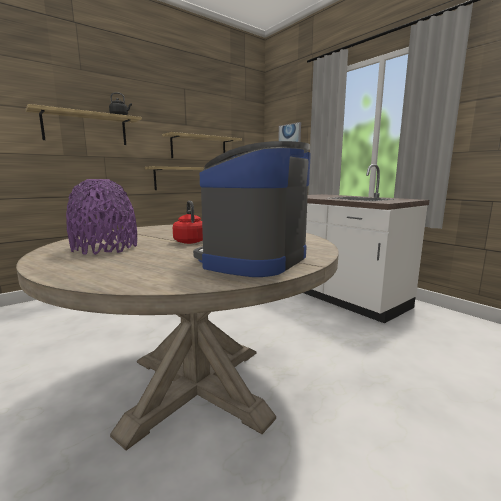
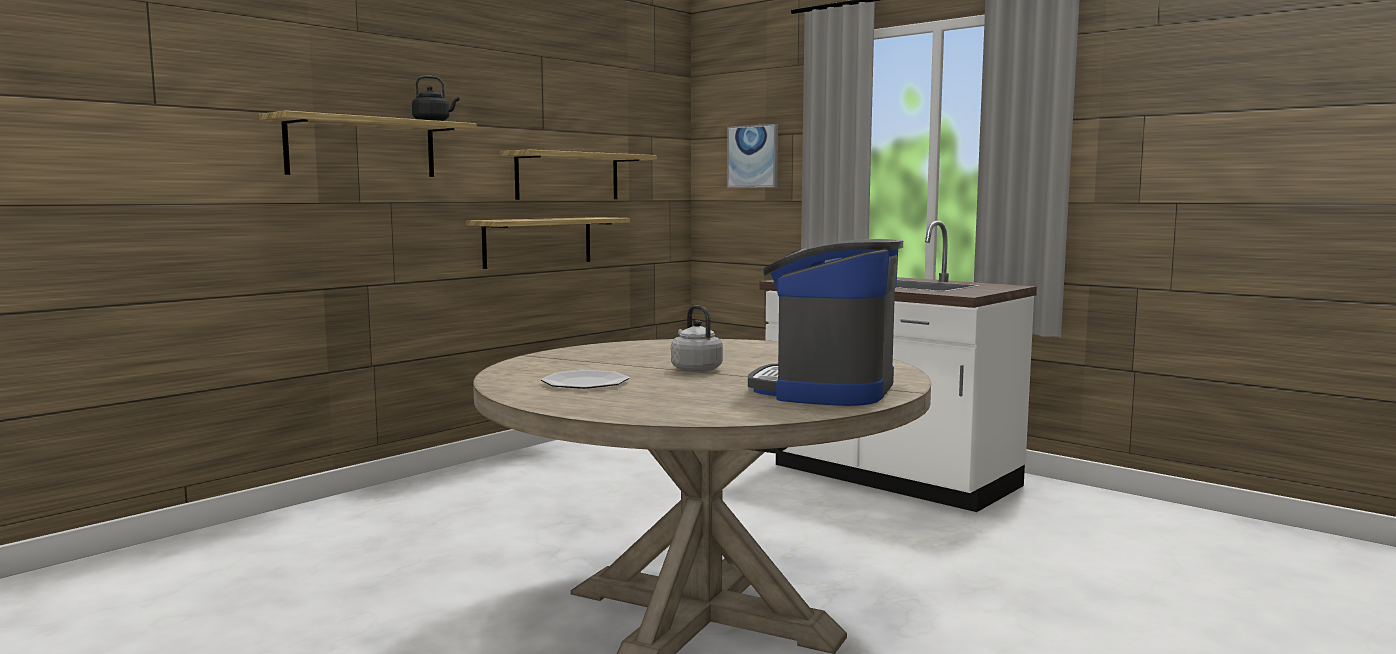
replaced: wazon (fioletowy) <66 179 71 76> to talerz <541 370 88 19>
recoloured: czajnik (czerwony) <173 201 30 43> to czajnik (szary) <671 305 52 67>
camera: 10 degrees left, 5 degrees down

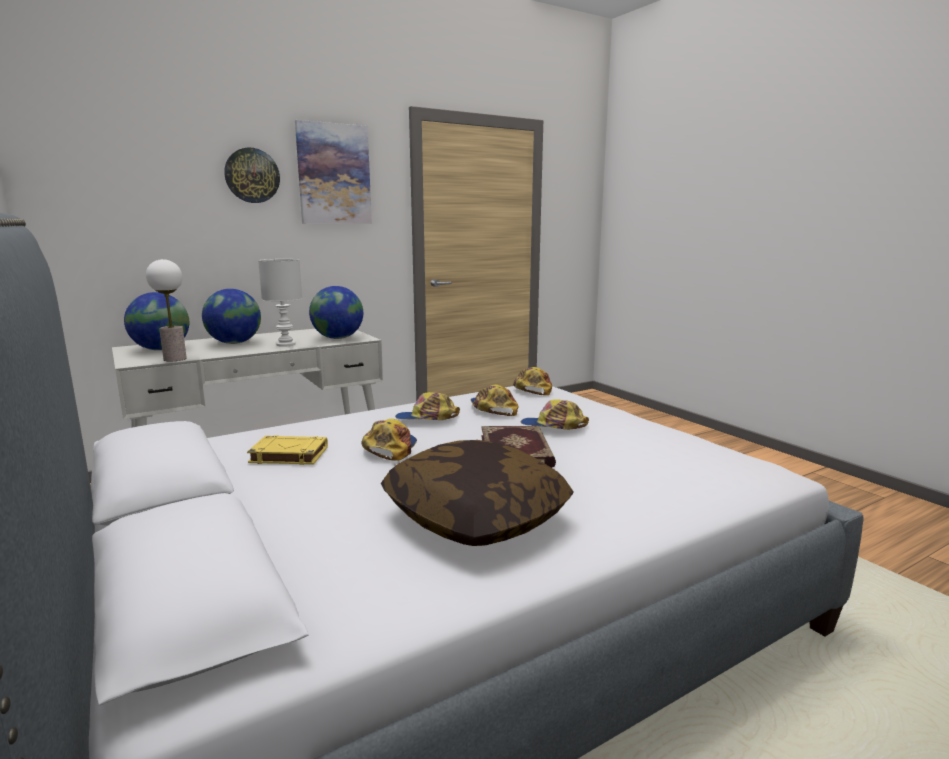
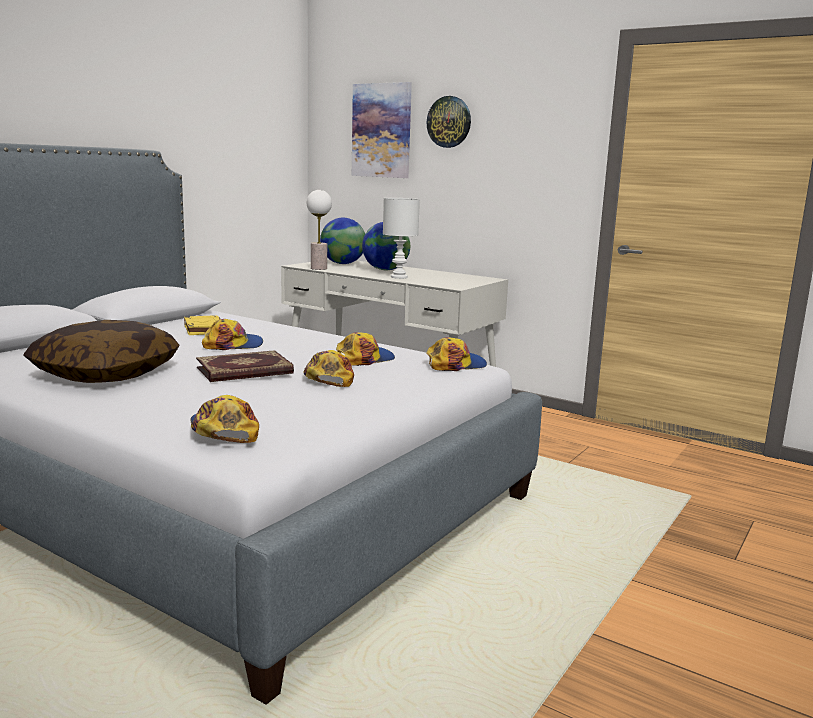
removed: globus <309 286 54 53>
moved: obraz <295 120 77 103> to <352 82 60 96>; czapka z daszkiem <395 392 65 28> to <190 395 69 48>
camera: 65 degrees right, 0 degrees up

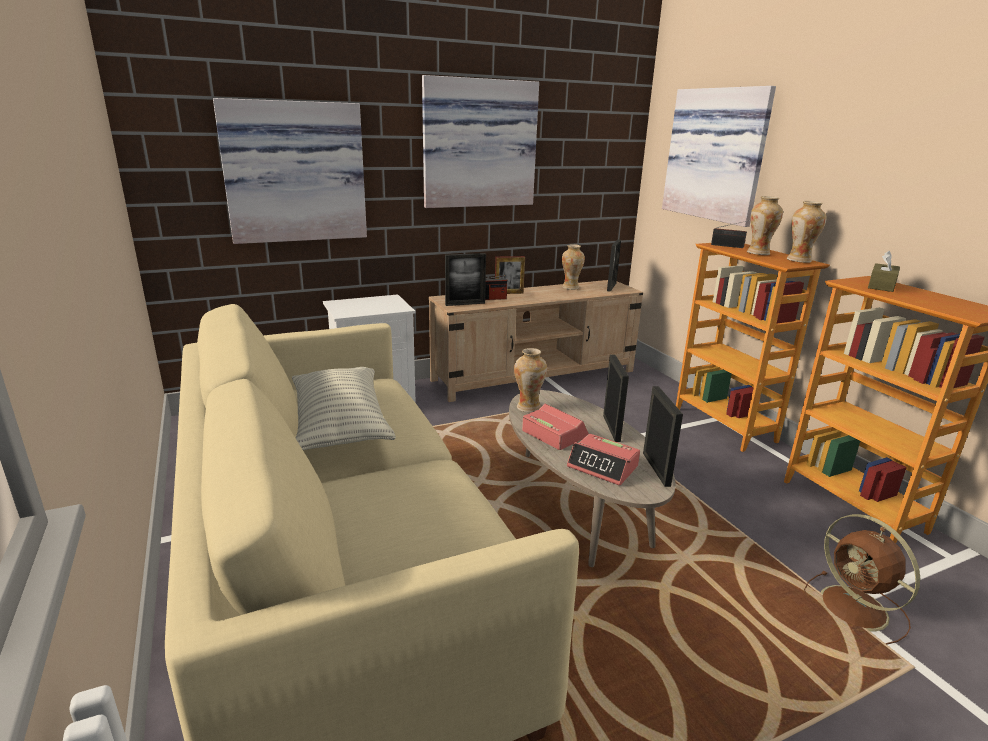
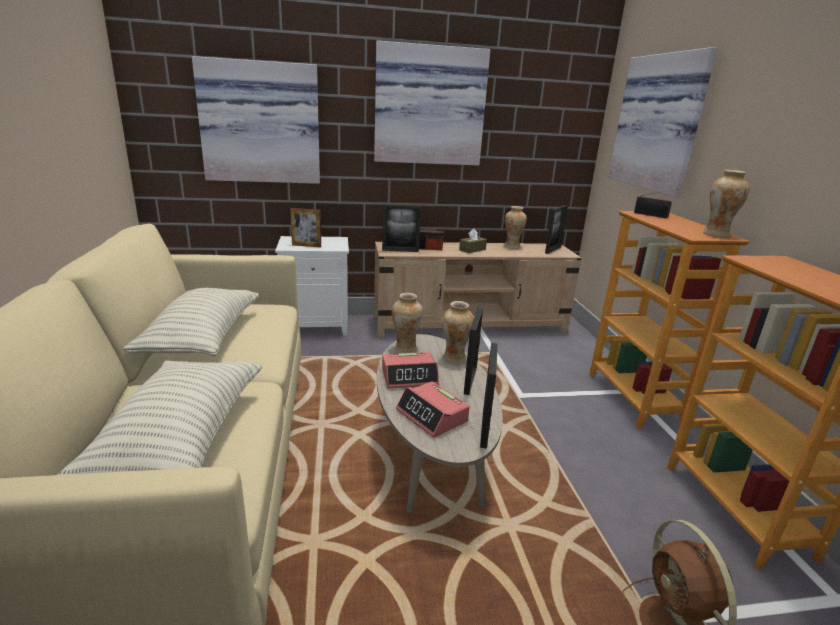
added: poduszka <57 361 205 114>
moved: ramka na zdjęcie <495 256 30 38> to <290 208 31 39>; wazon <747 196 36 59> to <442 301 32 63>; pudełko chusteczek (brązowy) <868 251 32 41> to <459 229 28 24>
turned: budzik <522 404 67 46> = <382 352 57 36> 105 degrees clockwise
camera: 15 degrees right, 0 degrees up

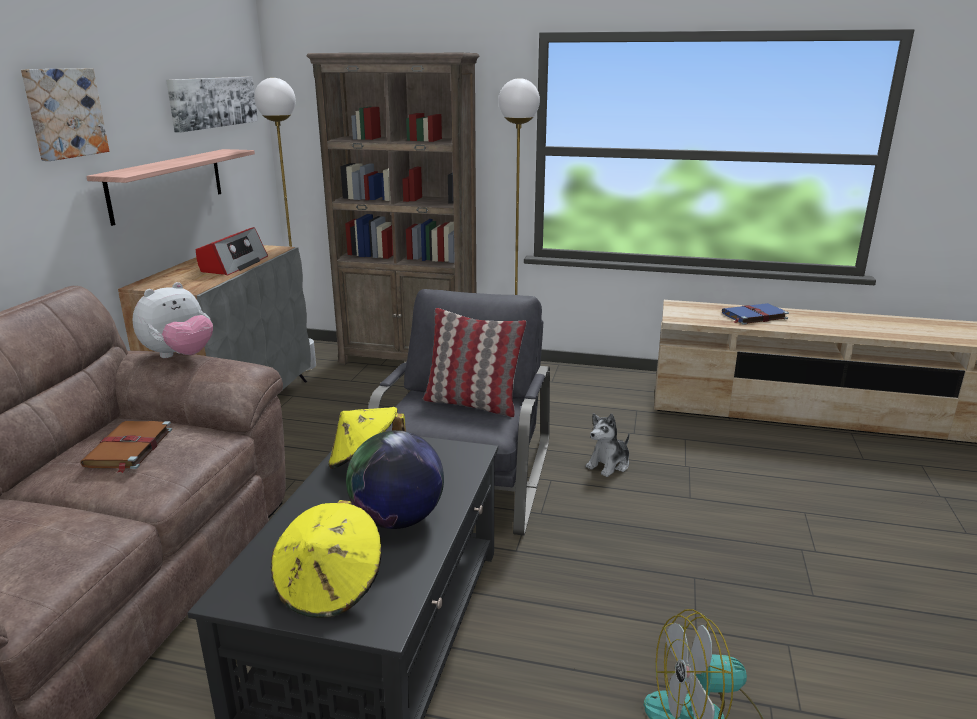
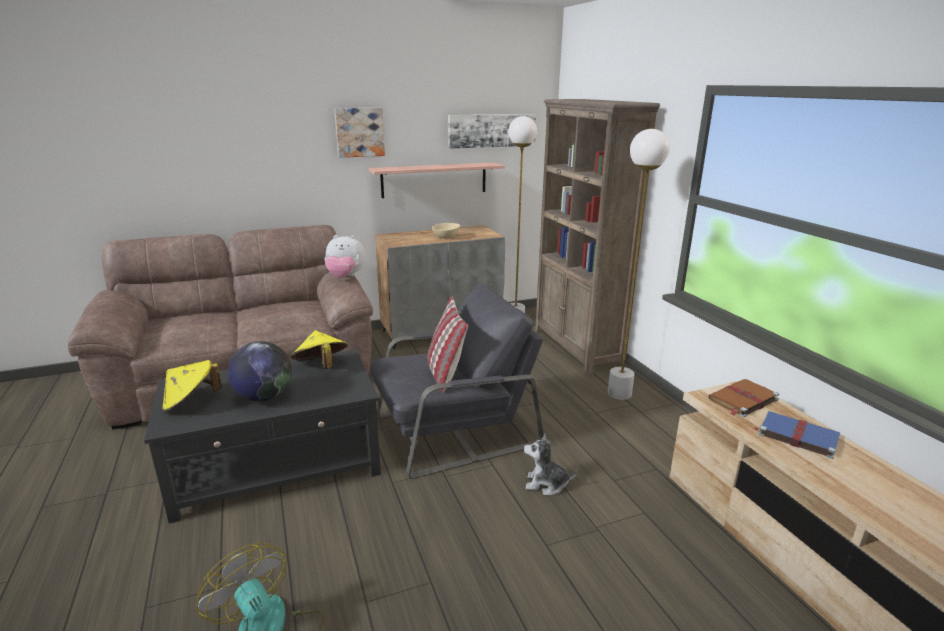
moved: książka (brązowy) <80 421 92 52> to <708 379 71 38>
replaced: radio <196 227 72 48> to miska (beżowy) <432 223 29 16>
camera: 55 degrees right, 0 degrees up

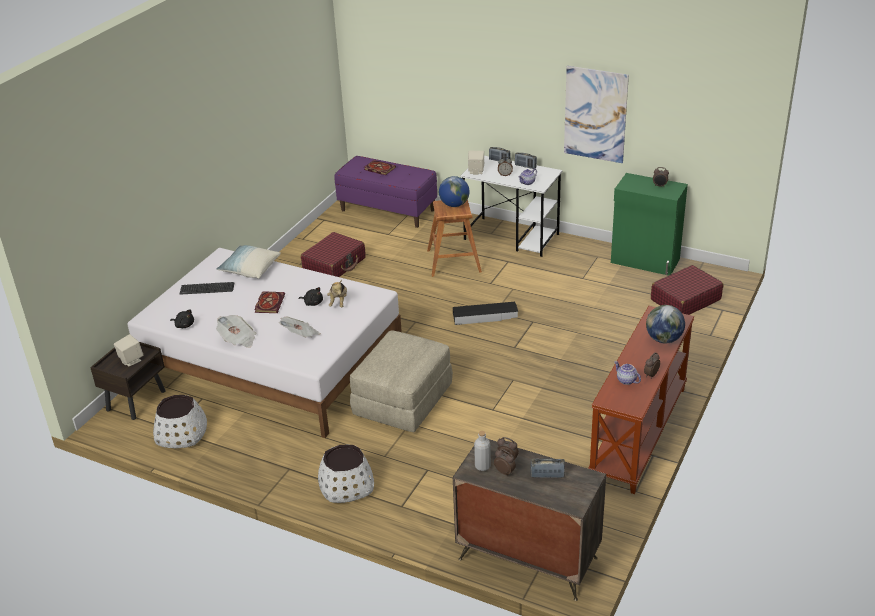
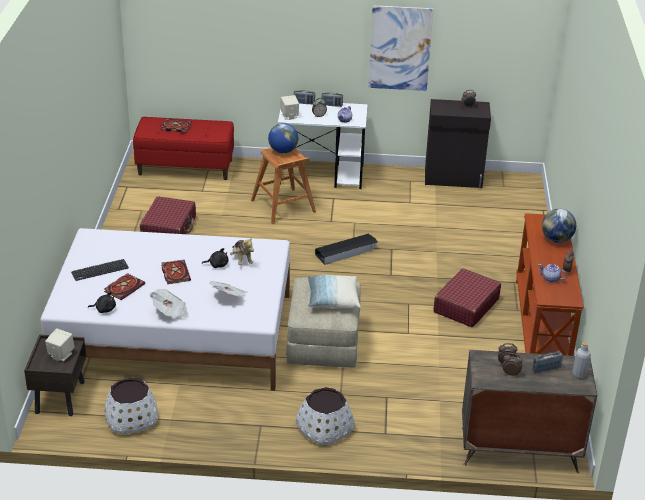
added: książka <104 273 41 27>
moved: poduszka <216 245 65 34> to <307 275 54 34>; butelka (szary) <474 431 17 40> to <572 342 19 36>; walizka (czerwony) <651 265 72 50> to <434 268 67 59>
recoloured: ławka (fioletowy) <335 156 102 72> to ławka (czerwony) <133 117 101 63>; szafka (zielony) <611 173 77 103> to szafka (czarny) <425 99 66 89>
camera: 25 degrees left, 0 degrees up

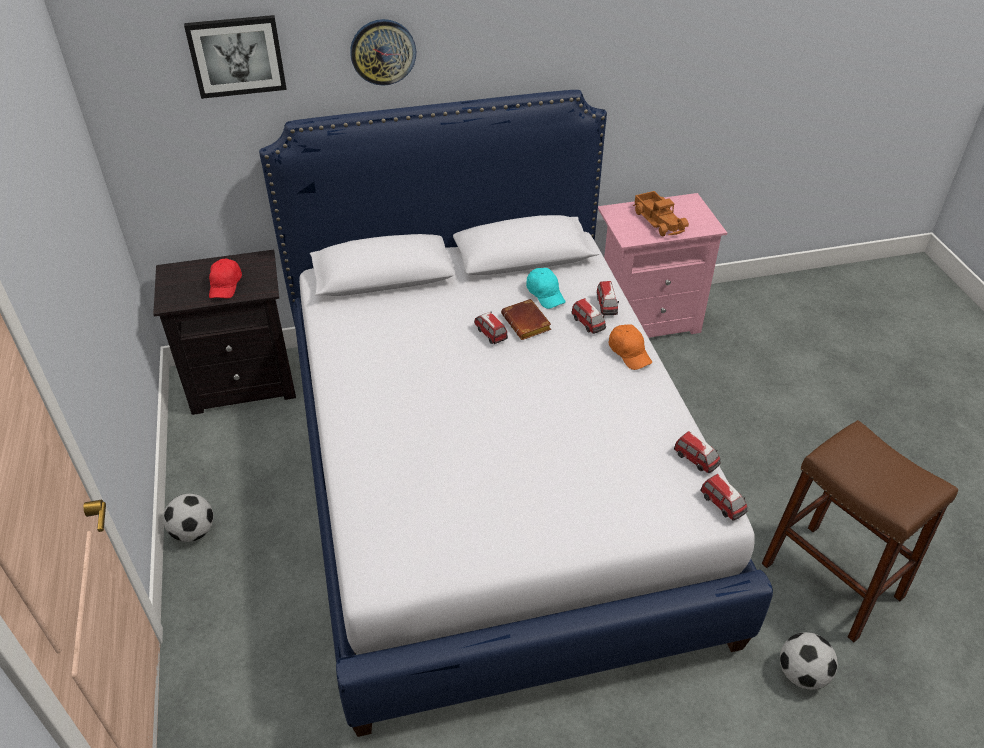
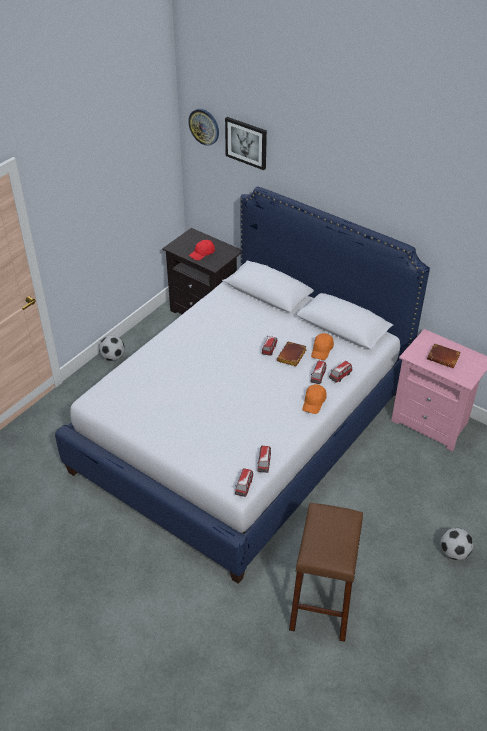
moved: zegar ścienny <350 19 66 67> to <188 109 31 37>; piłka futbolowa <780 632 58 58> to <441 528 32 32>
replaced: ciężarówka zabawkowa <633 191 56 45> to książka (brązowy) <427 343 34 25>
recoloured: czapka z daszkiem (turkusowy) <526 268 40 41> to czapka z daszkiem (pomarańczowy) <311 333 23 27>
camera: 50 degrees right, 0 degrees up

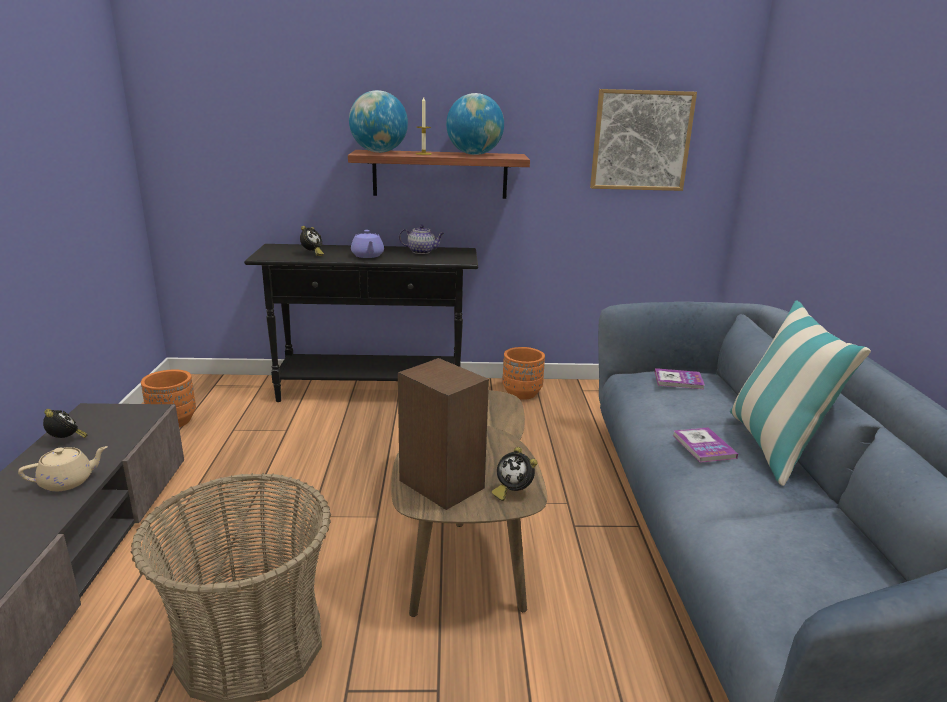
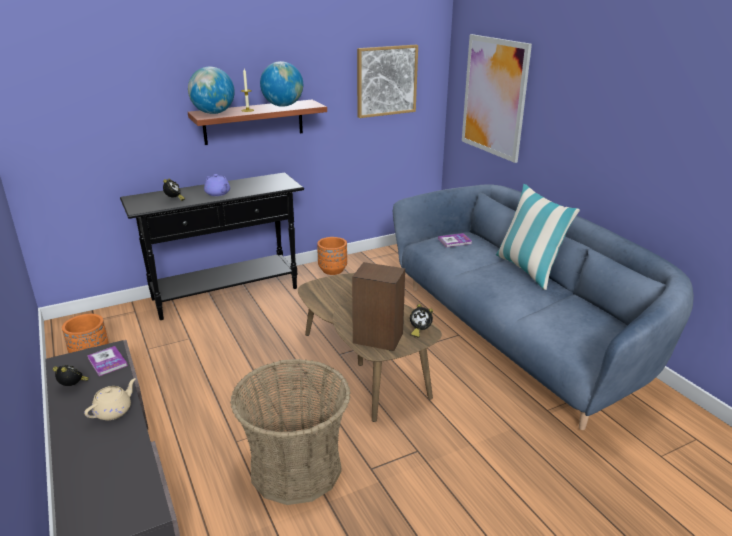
removed: imbryk <399 225 46 29>
added: obraz <462 34 70 129>
moved: książka <673 427 65 36> to <87 346 41 30>
camera: 25 degrees left, 5 degrees up

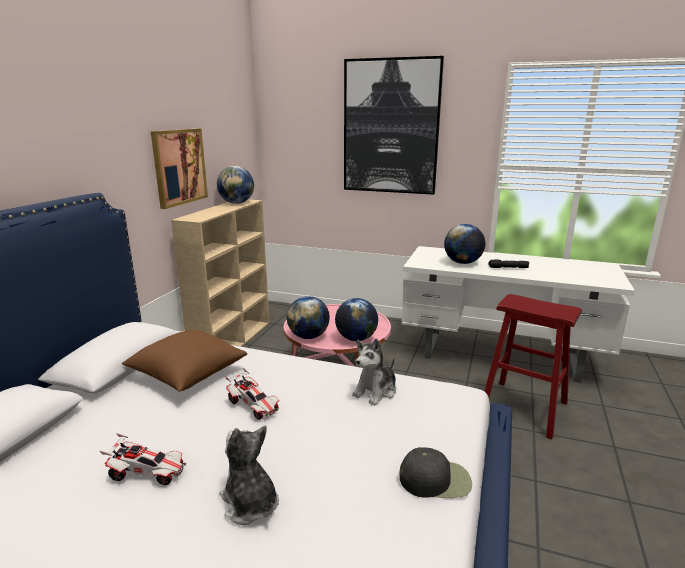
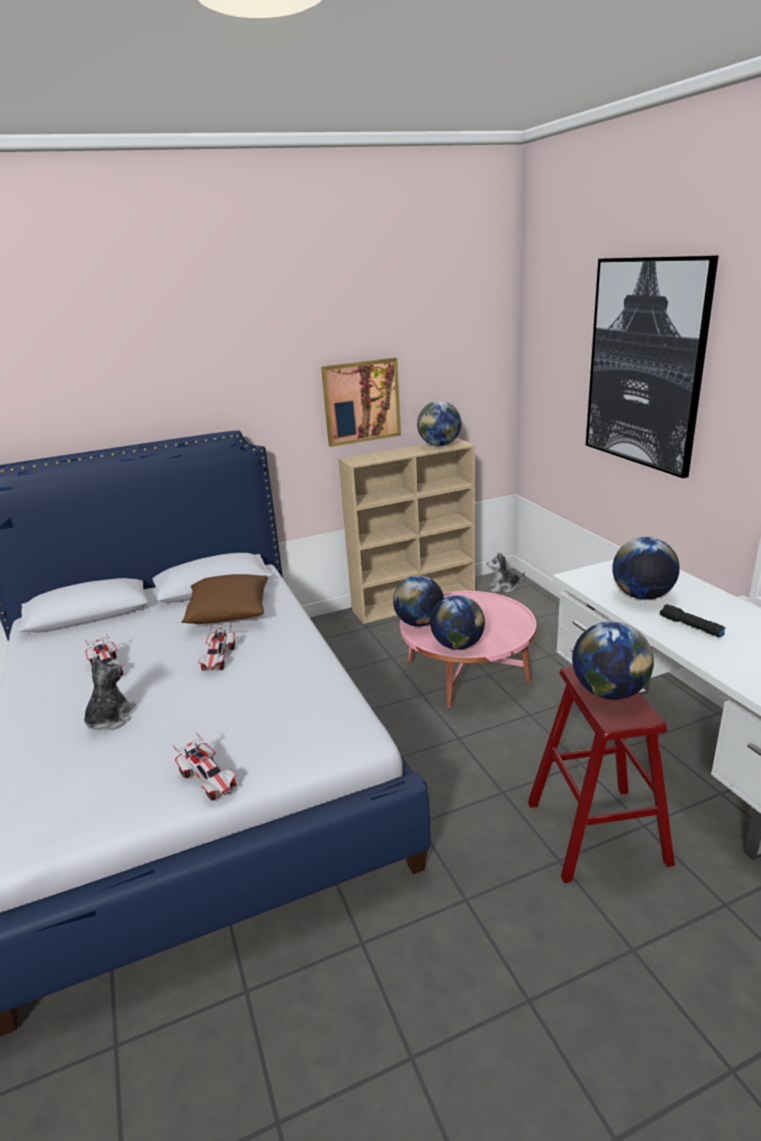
added: globus <572 621 82 79>
moved: pluszak <352 339 44 66> to <487 552 38 41>
replaced: czapka z daszkiem (czarny) <400 447 72 51> to samochodzik <173 733 64 68>
camera: 50 degrees right, 5 degrees up

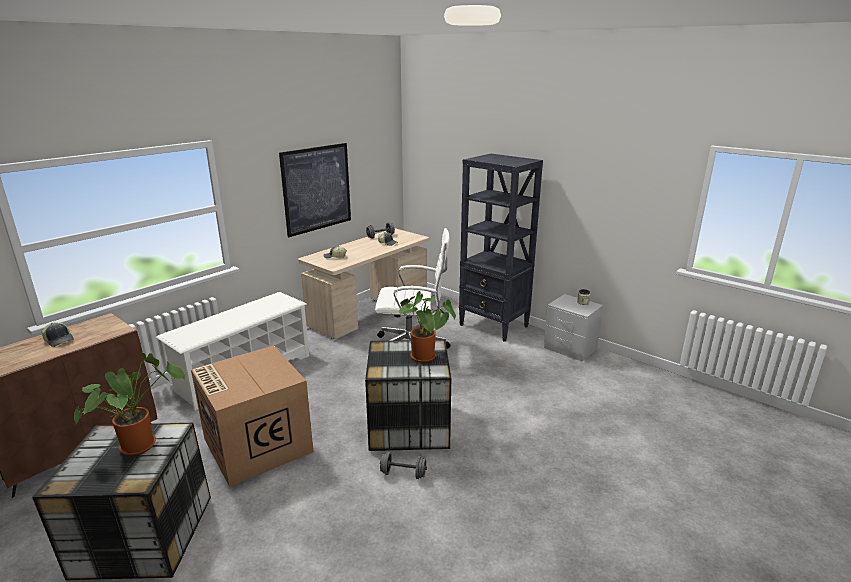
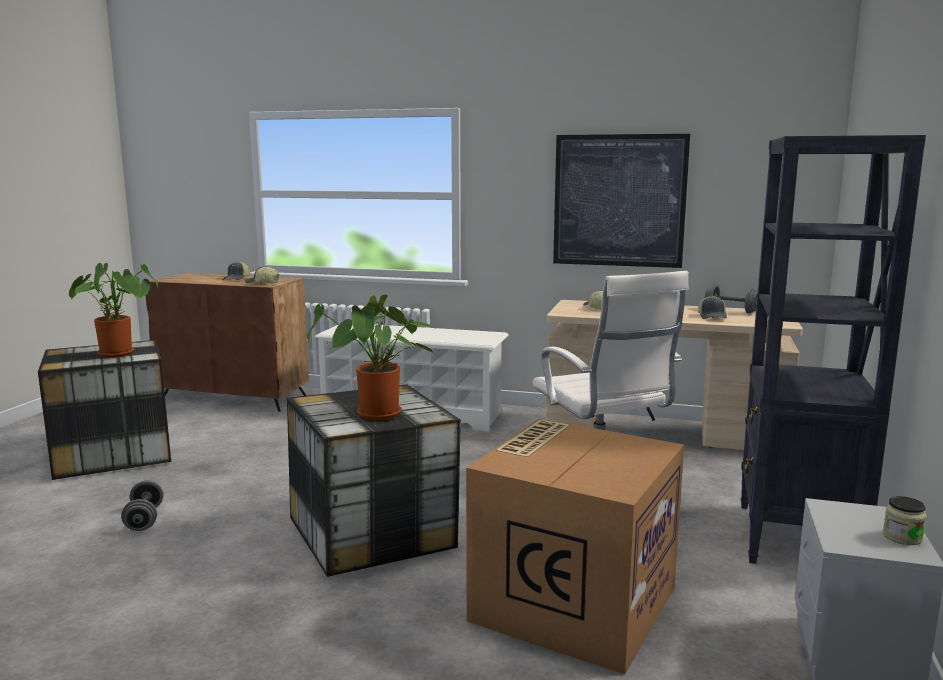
added: czapka z daszkiem <245 266 34 18>
moved: karton <191 345 122 142> to <466 419 218 255>; hantel (szary) <380 452 47 27> to <121 481 43 50>
camera: 65 degrees right, 10 degrees down

